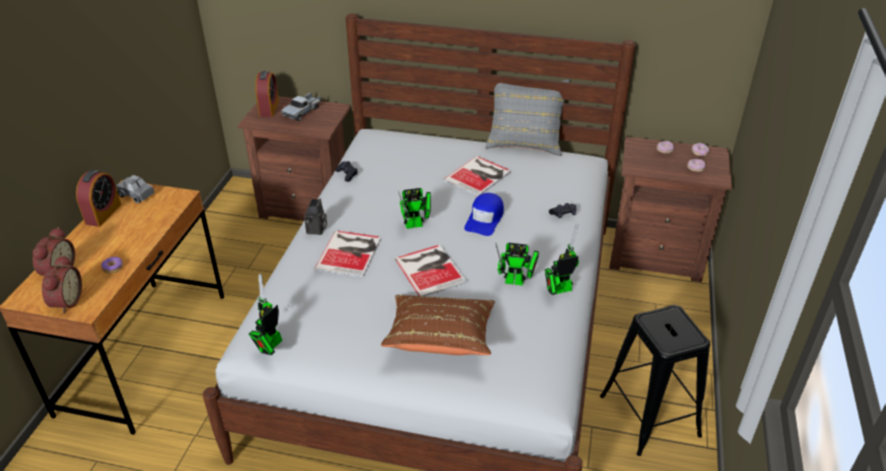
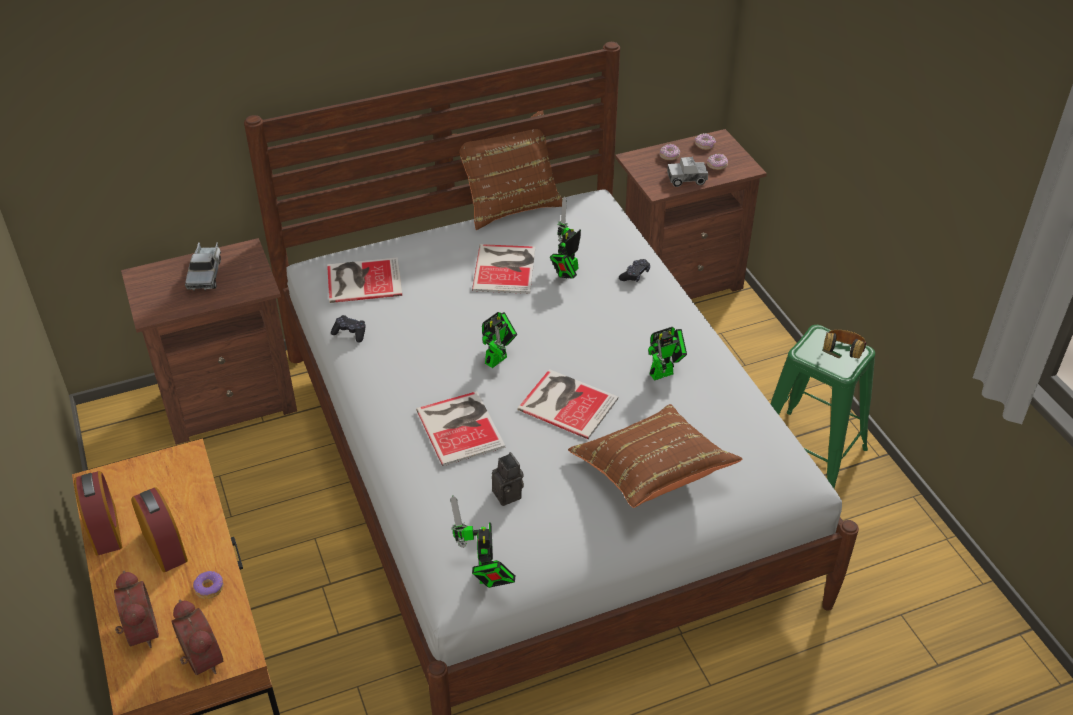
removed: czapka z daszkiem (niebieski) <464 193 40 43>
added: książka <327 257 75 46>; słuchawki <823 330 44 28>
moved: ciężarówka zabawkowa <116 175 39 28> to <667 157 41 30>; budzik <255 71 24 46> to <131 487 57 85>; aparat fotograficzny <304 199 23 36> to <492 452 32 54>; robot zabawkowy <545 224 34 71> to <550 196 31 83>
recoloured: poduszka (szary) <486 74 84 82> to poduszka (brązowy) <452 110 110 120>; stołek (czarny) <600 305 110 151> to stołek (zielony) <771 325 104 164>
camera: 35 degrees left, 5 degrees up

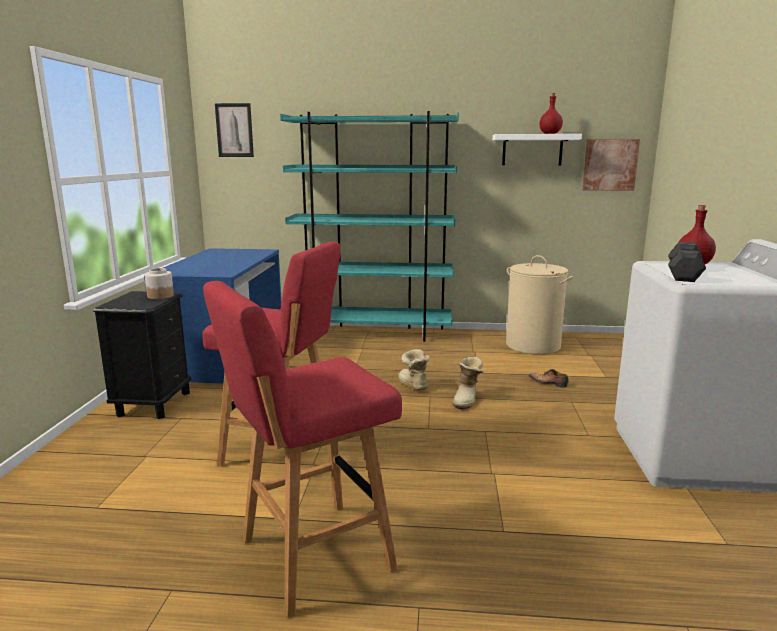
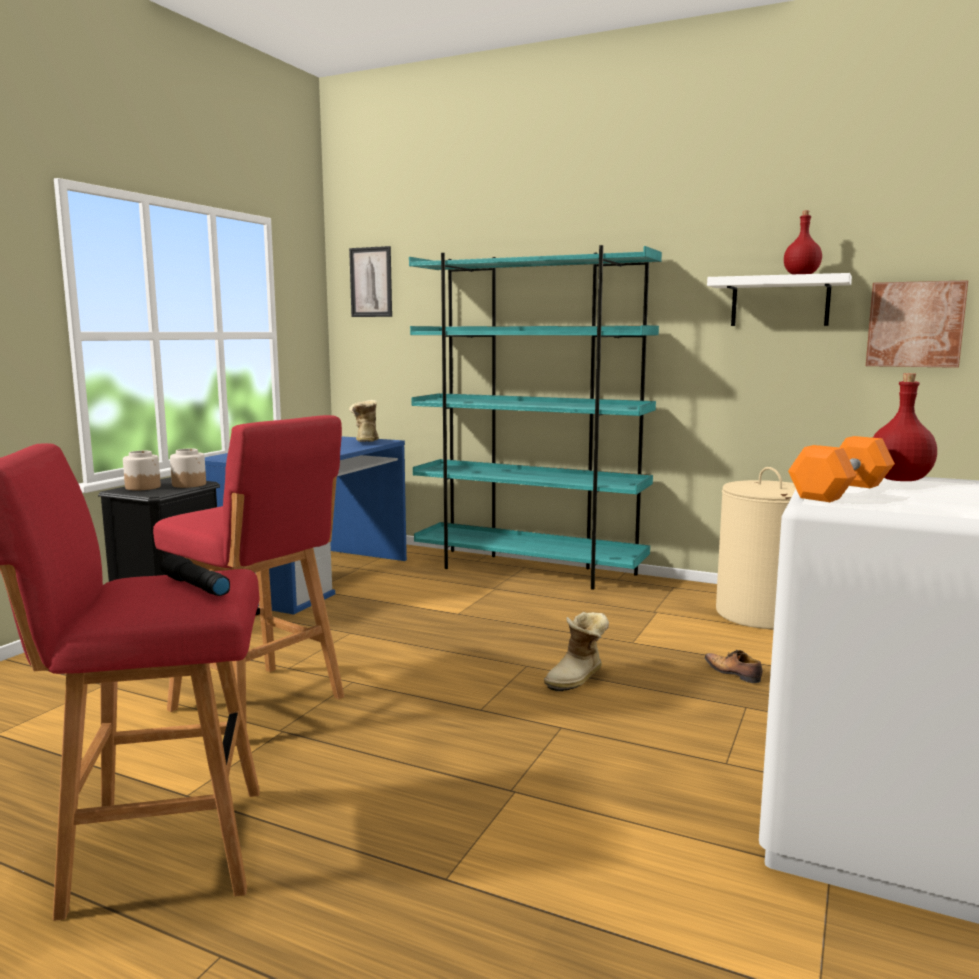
added: słoik <123 451 38 39>; latarka (czarny) <160 554 70 42>
moved: but z cholewką <398 349 31 41> to <349 400 30 42>
recoloured: hantel (szary) <668 242 38 40> to hantel (pomarańczowy) <788 436 107 66>
camera: 20 degrees right, 5 degrees down

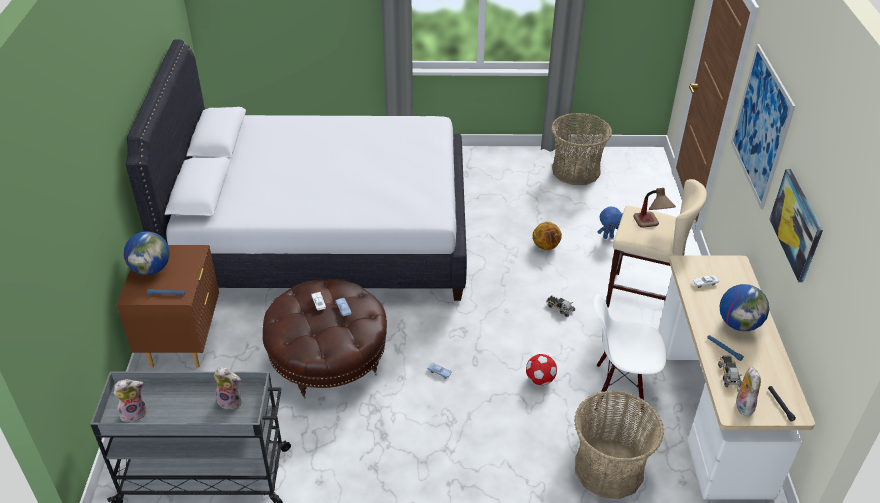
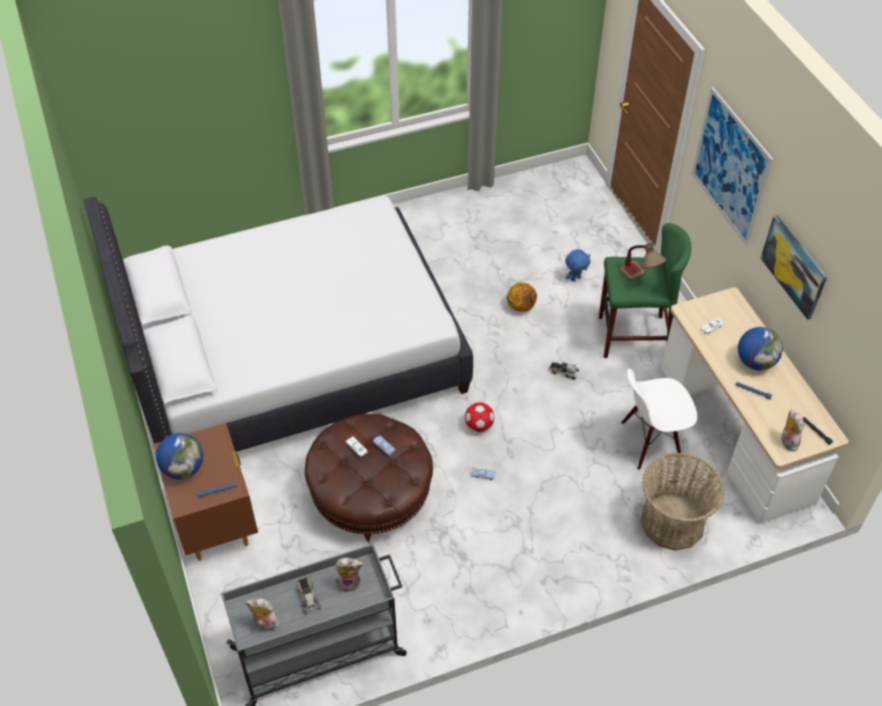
removed: koszyk <551 113 61 72>
moved: piłka futbolowa <526 354 31 31> to <465 402 29 30>; ciężarówka zabawkowa <718 356 24 31> to <296 577 25 37>
recoloured: stołek (beżowy) <606 179 101 129> to stołek (zielony) <599 223 92 135>
turned: pluszak <114 379 33 43> = <246 598 33 33> 120 degrees counterclockwise
camera: 20 degrees left, 10 degrees up

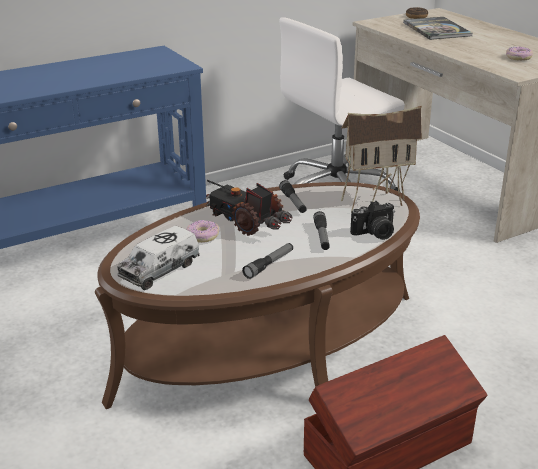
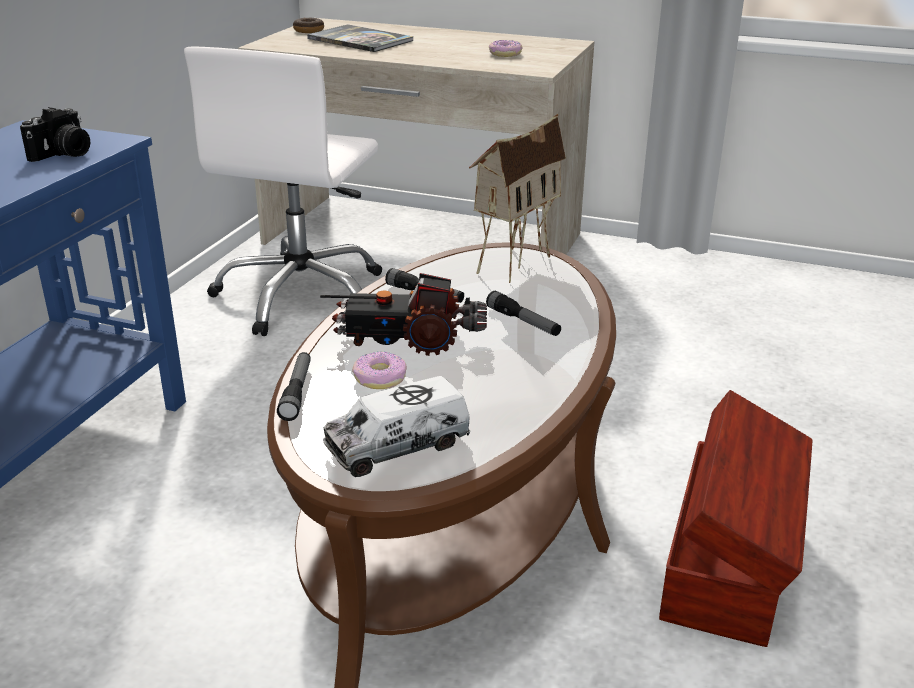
moved: latarka <242 243 51 36> to <277 352 34 69>; aparat fotograficzny <350 201 45 39> to <20 107 70 55>
turned: ciężarówka zabawkowa <117 226 83 64> = <323 376 148 101> 60 degrees clockwise
camera: 40 degrees left, 0 degrees up

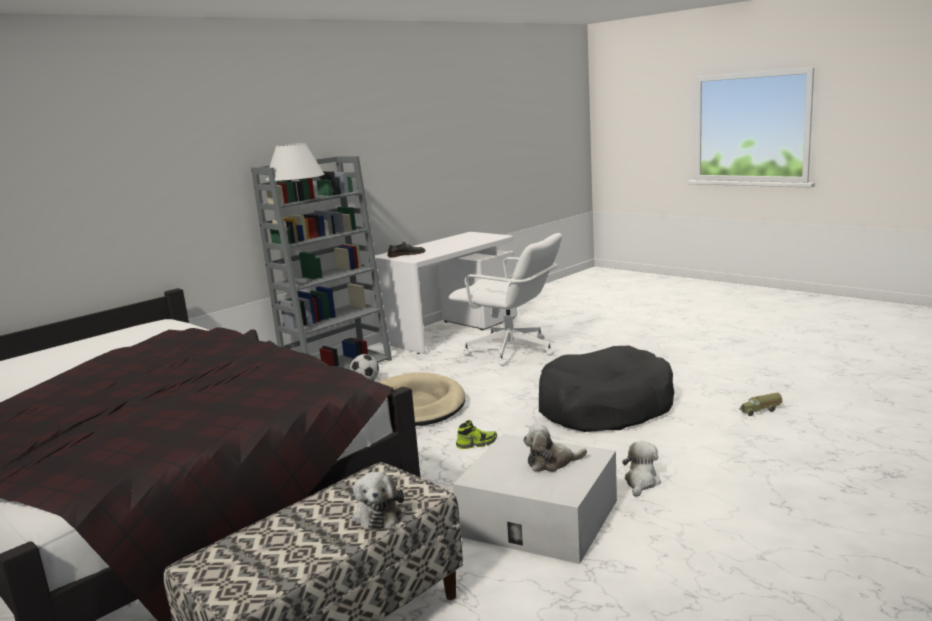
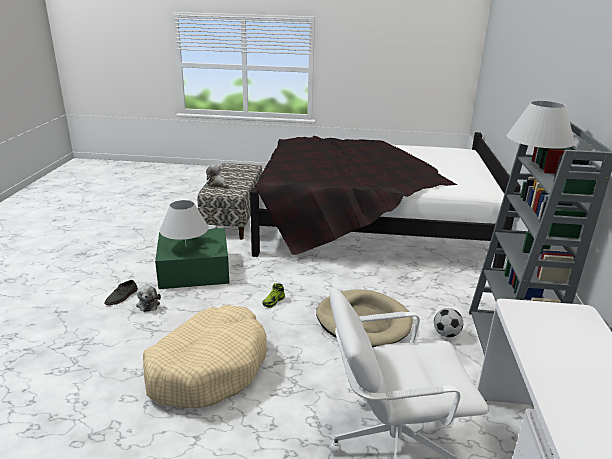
removed: ciężarówka zabawkowa <739 392 43 24>
moved: but (szary) <388 242 37 16> to <104 280 34 26>
replaced: pluszak <523 424 64 48> to lampa stołowa (biały) <160 200 49 46>
recoloured: pojemnik do przechowywania (biały) <453 434 164 130> to pojemnik do przechowywania (zielony) <155 228 74 61>; legowisko (czarny) <539 346 135 86> to legowisko (beżowy) <143 305 124 103>
camera: 140 degrees right, 10 degrees up

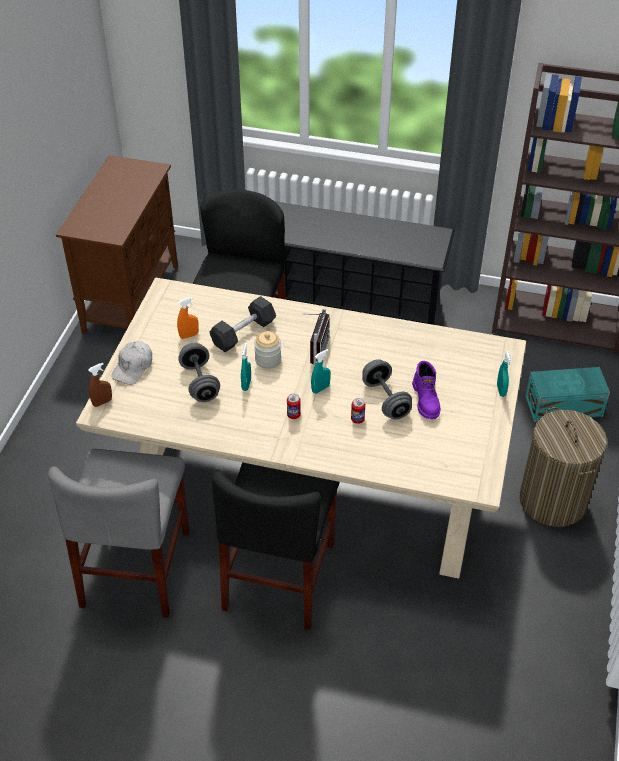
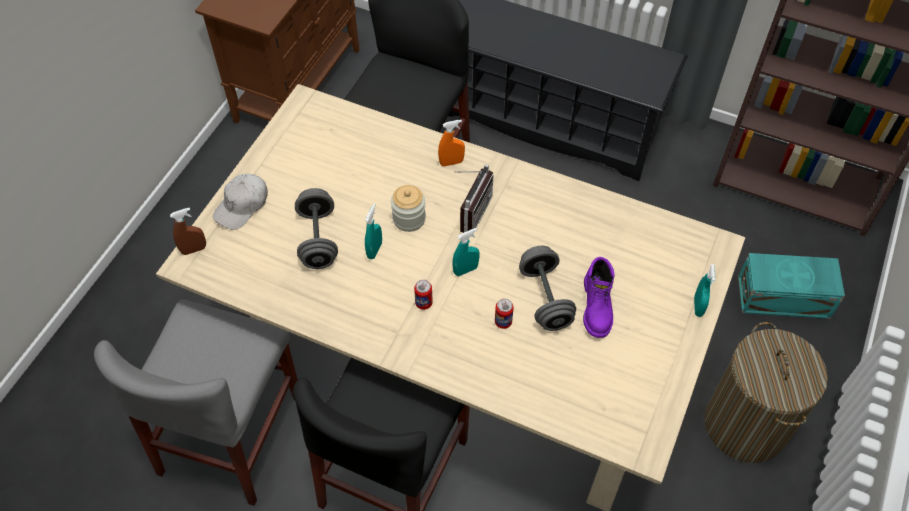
removed: hantel (szary) <210 296 66 56>
moved: spryskiwacz (pomarańczowy) <177 297 22 42> to <438 120 27 46>
camera: 10 degrees right, 10 degrees up

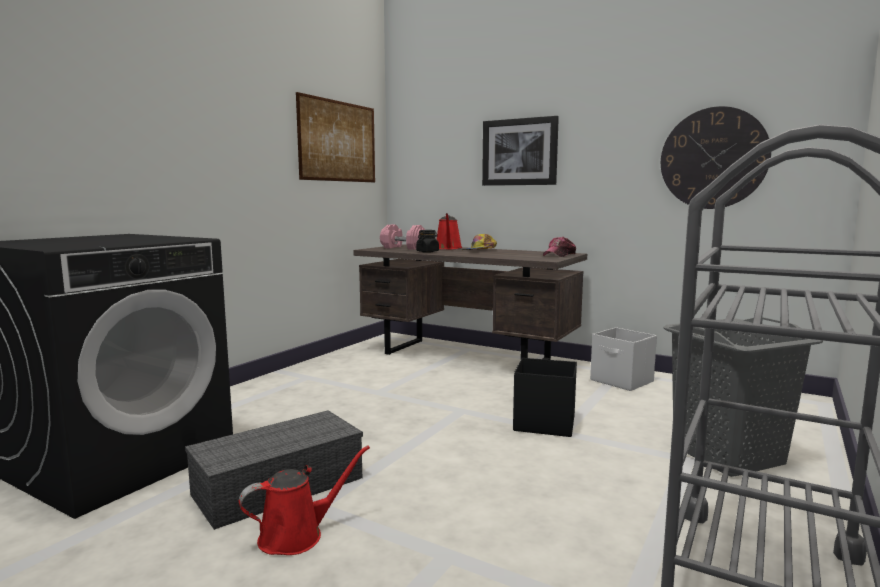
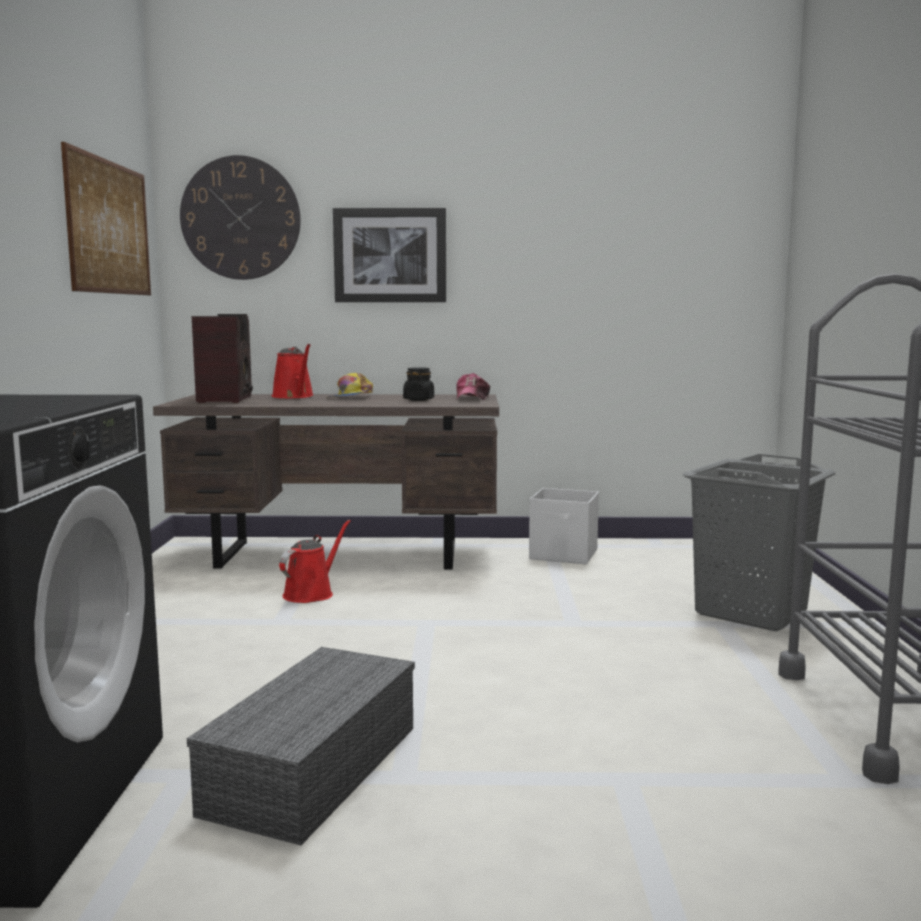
removed: pojemnik do przechowywania (czarny) <513 358 64 79>
moved: konewka (czerwony) <239 446 131 109> to <279 520 72 83>; słoik (czarny) <416 230 23 23> to <403 367 31 34>; zegar ścienny <661 106 110 103> to <180 155 121 125>
replaced: hantel (różowy) <380 224 46 26> to radio <192 314 61 89>
camera: 30 degrees left, 0 degrees up

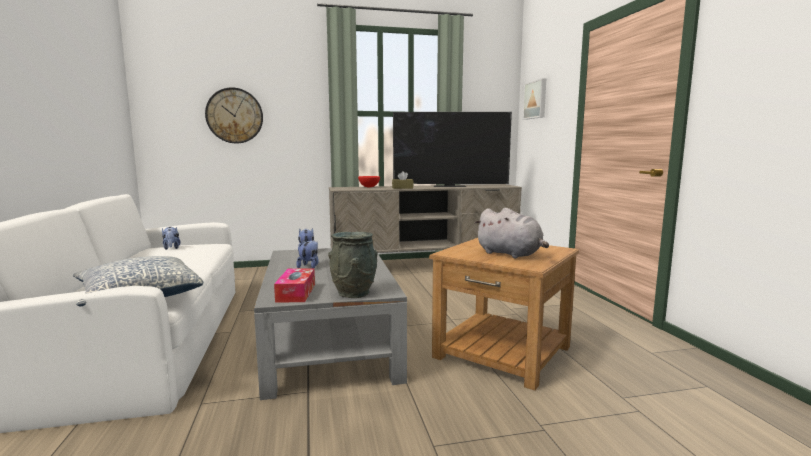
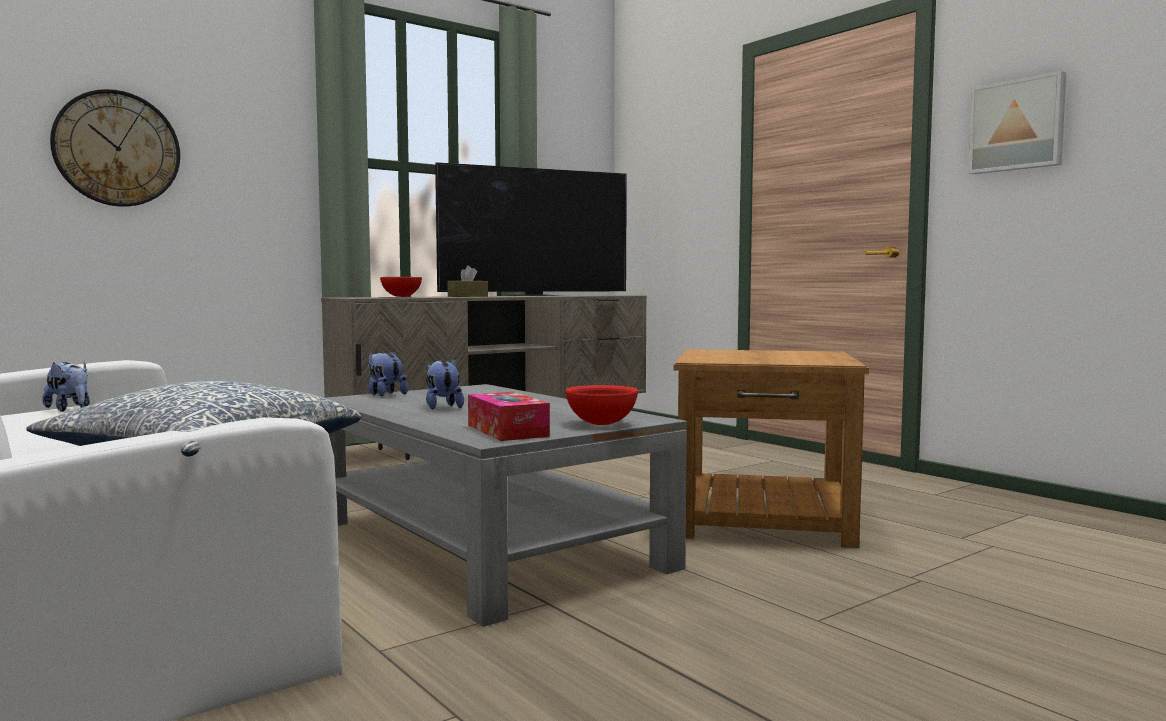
removed: pluszak (szary) <475 208 74 50>
moved: obraz <523 78 23 42> to <968 71 98 103>
replaced: wazon (szary) <328 232 49 66> to miska (czerwony) <566 385 72 40>
camera: 25 degrees left, 5 degrees down

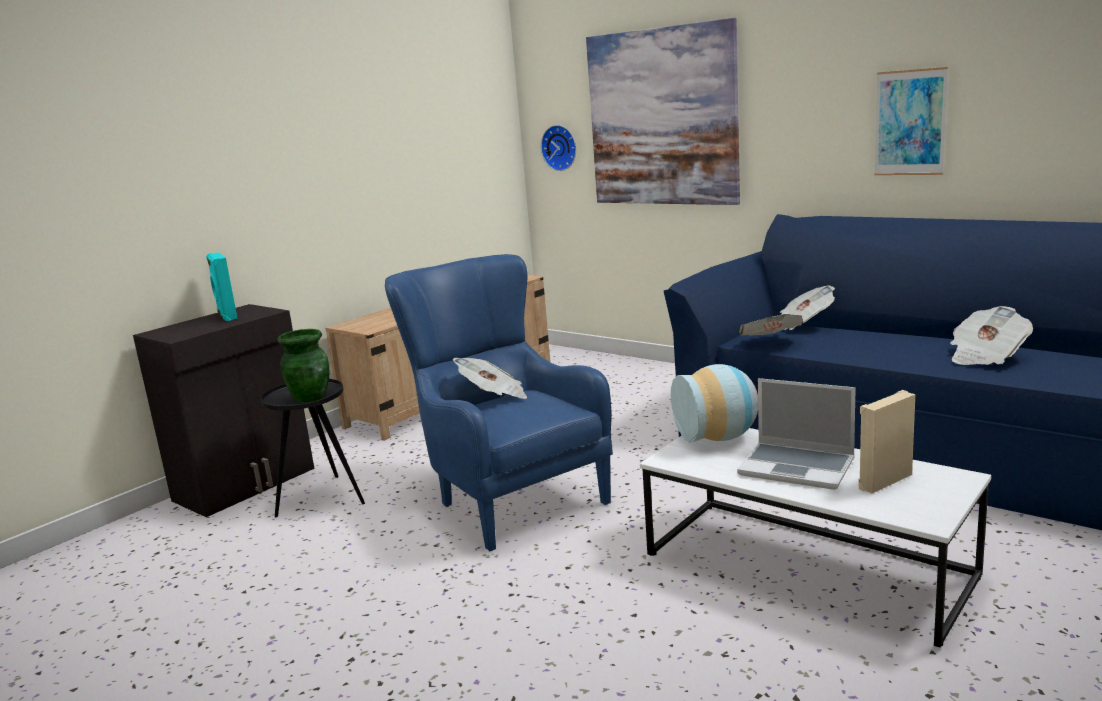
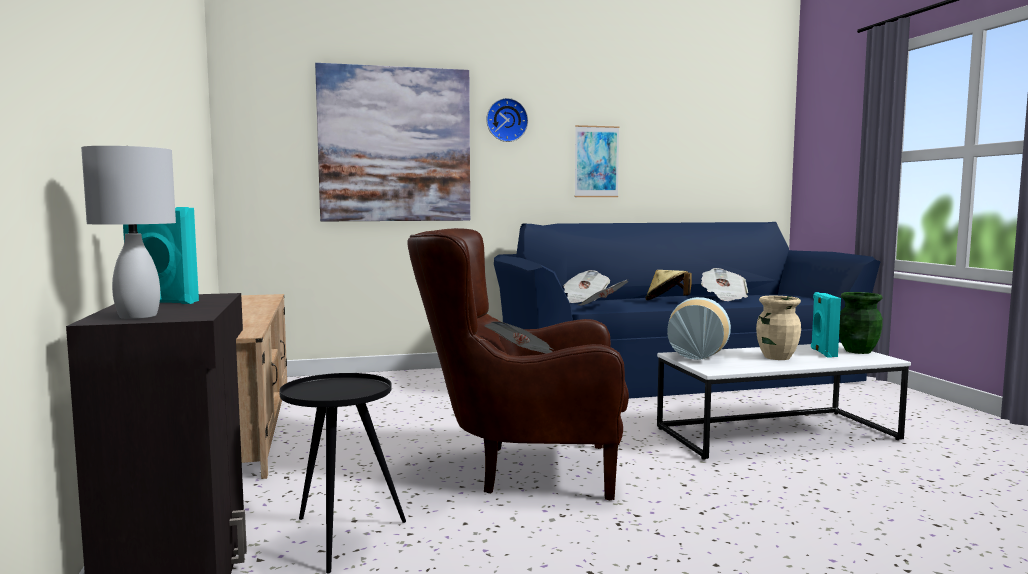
added: lampa stołowa (biały) <81 146 95 173>; kapelusz (beżowy) <645 270 47 30>
moved: wazon (zielony) <277 329 52 74> to <839 292 44 62>; zegar ścienny <541 125 35 46> to <486 98 42 44>
replaced: laptop <737 378 119 112> to wazon (beżowy) <756 296 45 64>
recoloured: fotel (niebieski) <385 254 228 297> to fotel (brązowy) <407 228 222 272>; głośnik (beżowy) <858 390 57 103> to głośnik (turkusowy) <811 292 30 66>
camera: 55 degrees left, 10 degrees down

